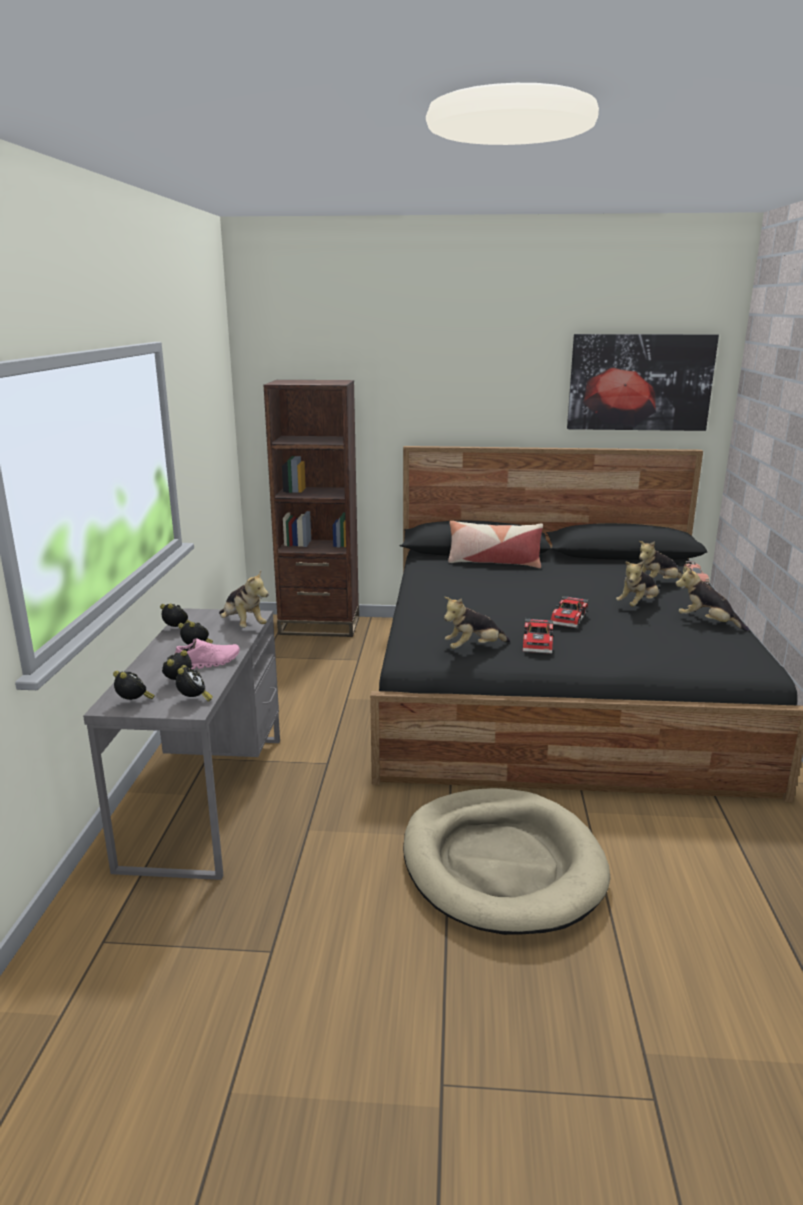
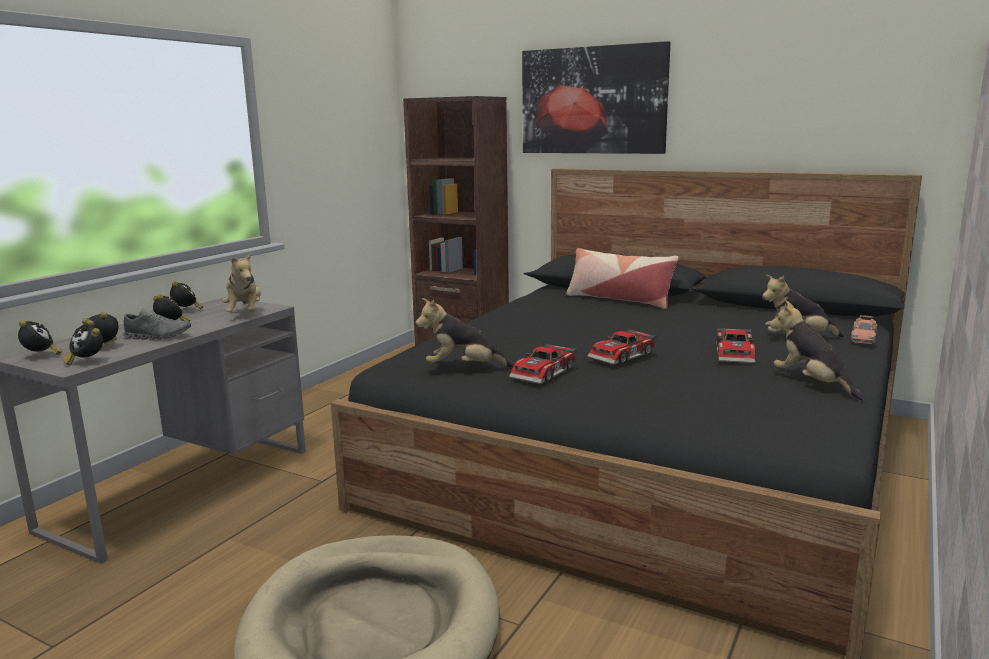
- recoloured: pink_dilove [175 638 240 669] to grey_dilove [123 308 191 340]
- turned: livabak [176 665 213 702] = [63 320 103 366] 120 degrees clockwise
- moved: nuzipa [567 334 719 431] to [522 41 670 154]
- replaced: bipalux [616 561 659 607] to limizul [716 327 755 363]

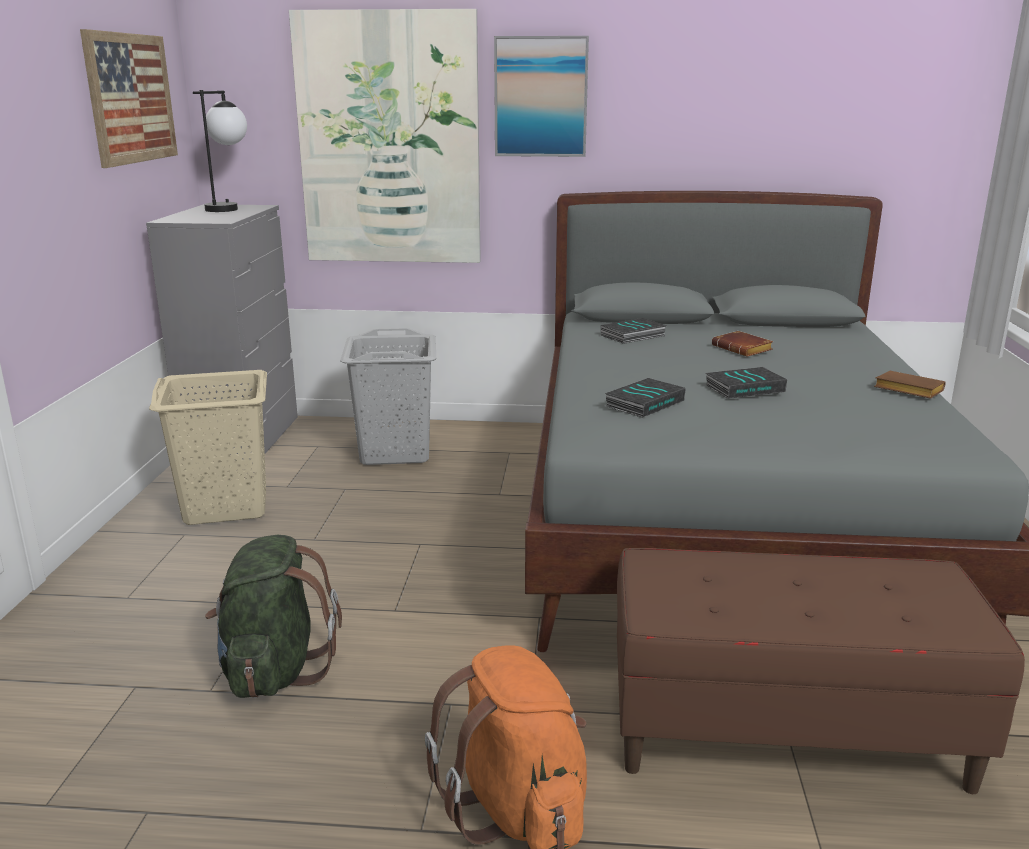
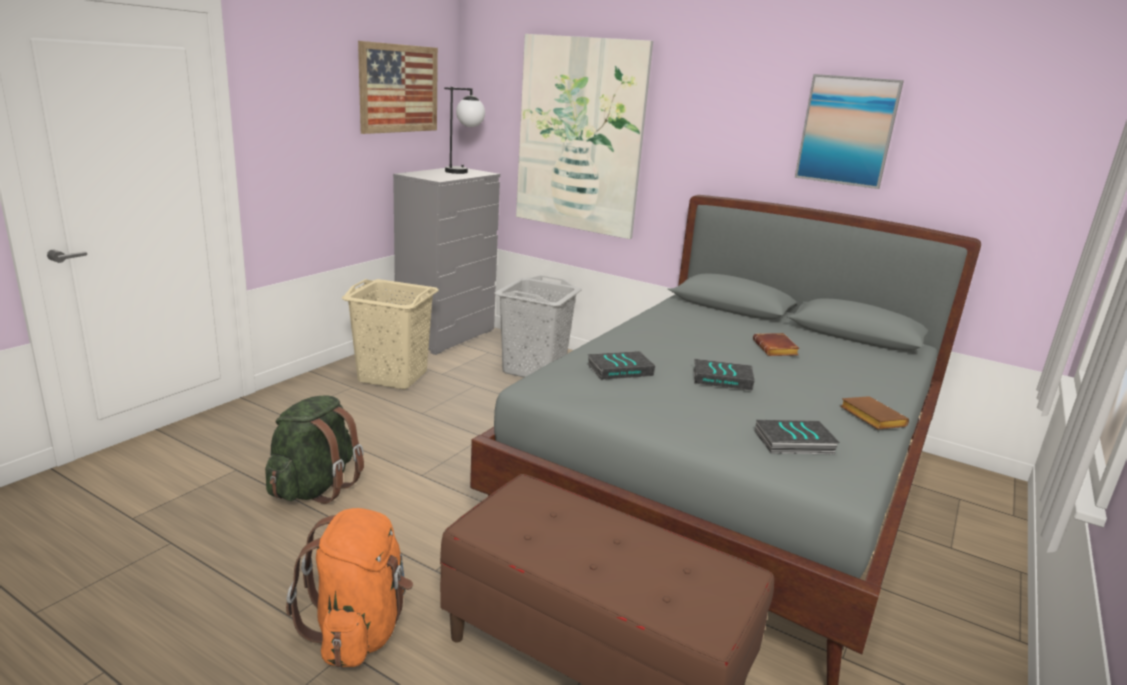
- moved: nuzipa [494 36 589 157] to [795 74 904 189]
- moved: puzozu [601 318 667 344] to [755 420 840 454]

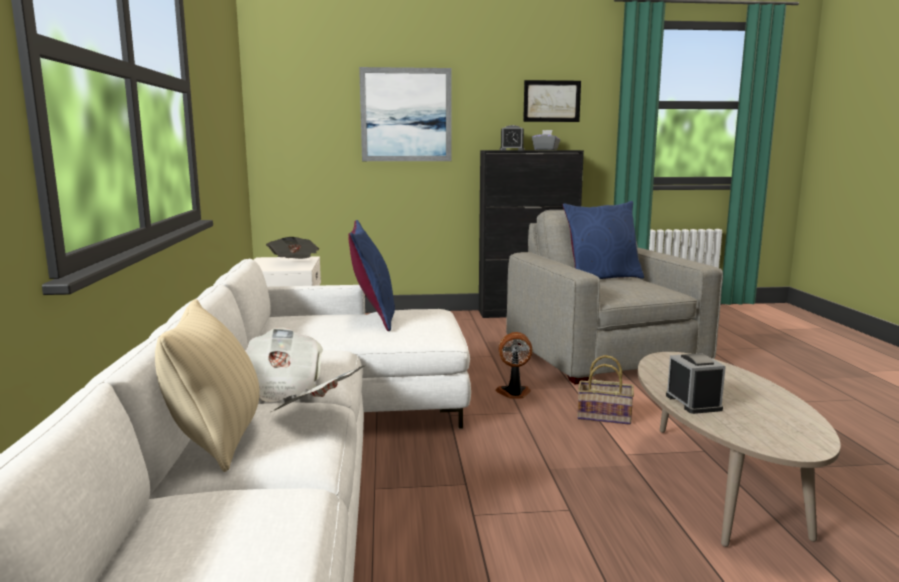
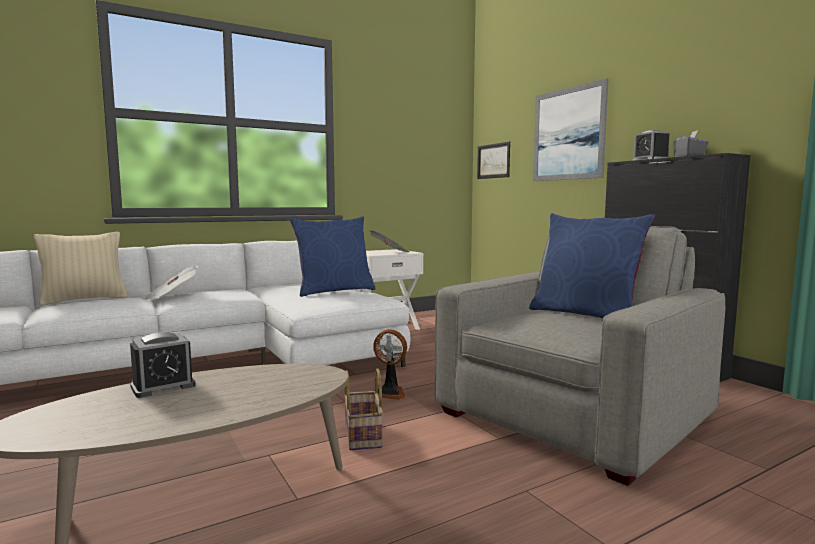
- removed: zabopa [271 366 365 412]
- turned: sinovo [495 332 533 398] = [373 329 407 400] 135 degrees clockwise
- moved: nuzipa [523 80 581 122] to [477 142 510 179]

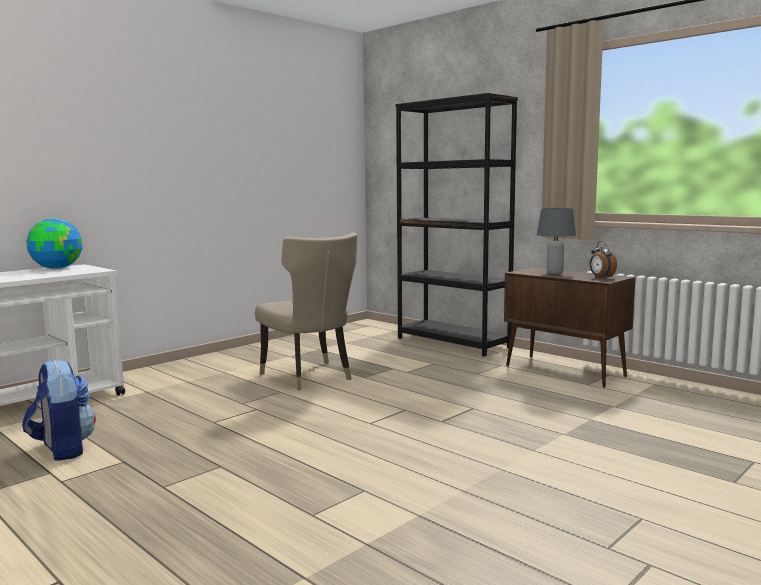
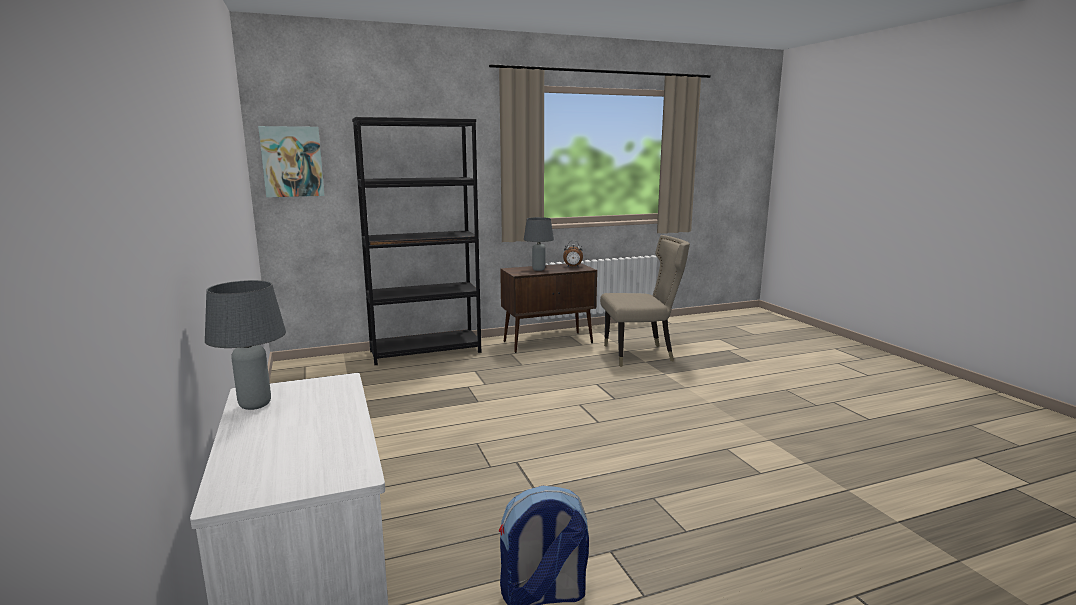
- replaced: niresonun [26 219 83 269] to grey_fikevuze [205 280 286 410]
- moved: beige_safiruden [255 233 357 390] to [600 235 690 367]
- added: nuzipa [258 126 324 197]

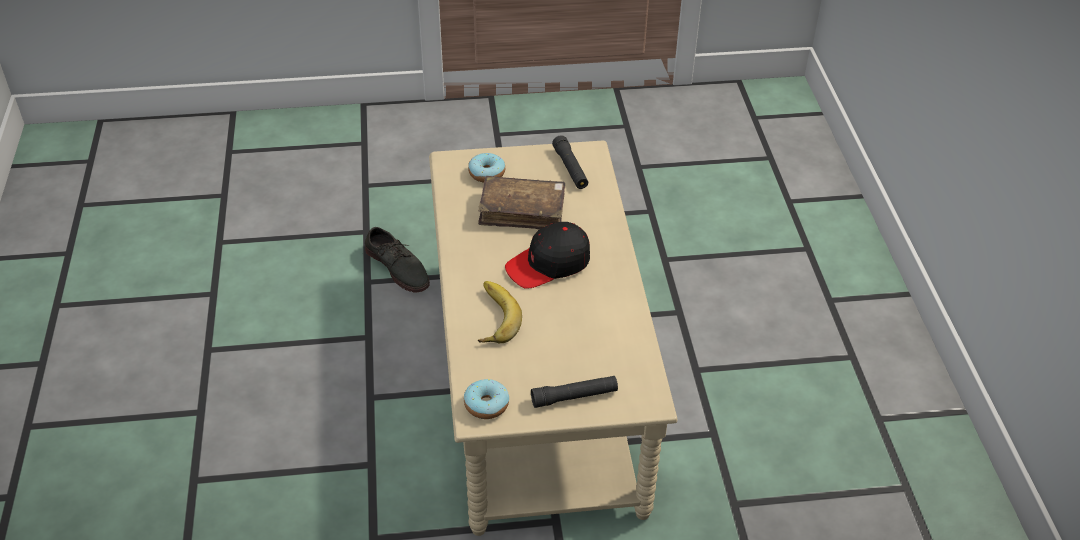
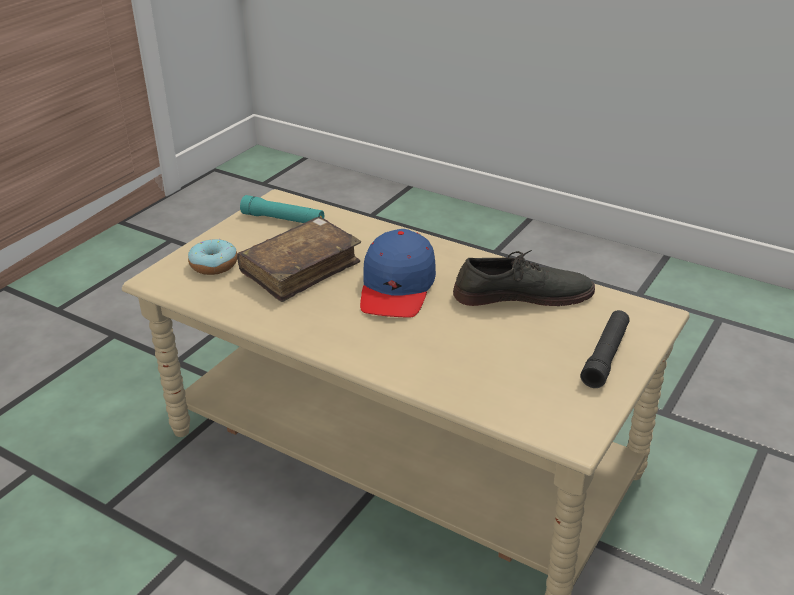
- moved: grey_dilove [365 227 430 293] to [453 250 595 306]
- removed: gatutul [464 379 509 419]
- removed: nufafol [478 281 522 343]
- recoloured: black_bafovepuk [505 222 590 289] to blue_bafovepuk [360 229 436 318]
- recoloured: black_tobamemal [552 135 588 189] to turquoise_tobamemal [240 195 324 223]

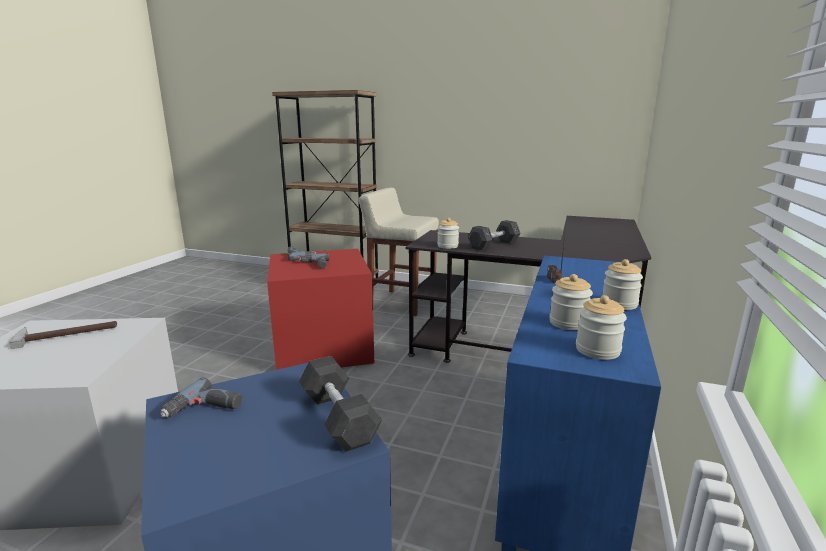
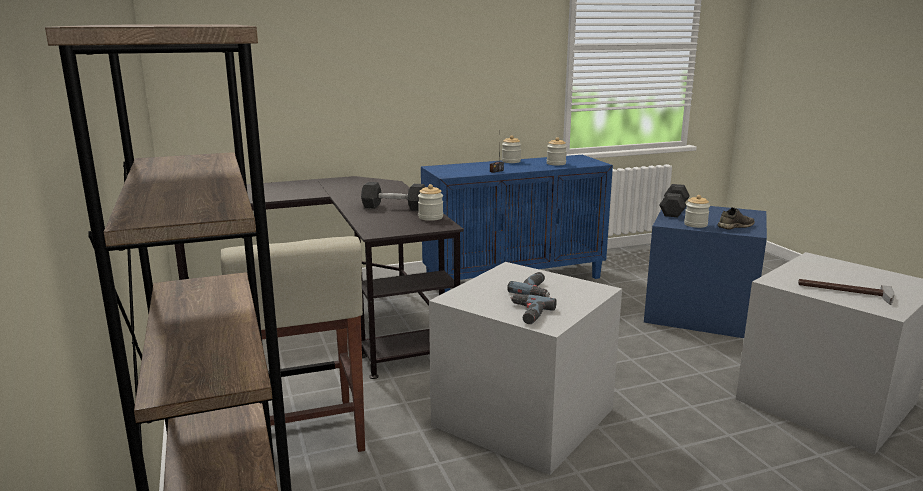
- replaced: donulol [160 377 242 418] to grey_dilove [718 207 755 230]
- recoloured: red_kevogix [267 249 374 370] to grey_kevogix [429 262 622 475]
- moved: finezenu [576 295 627 360] to [684 195 710 228]

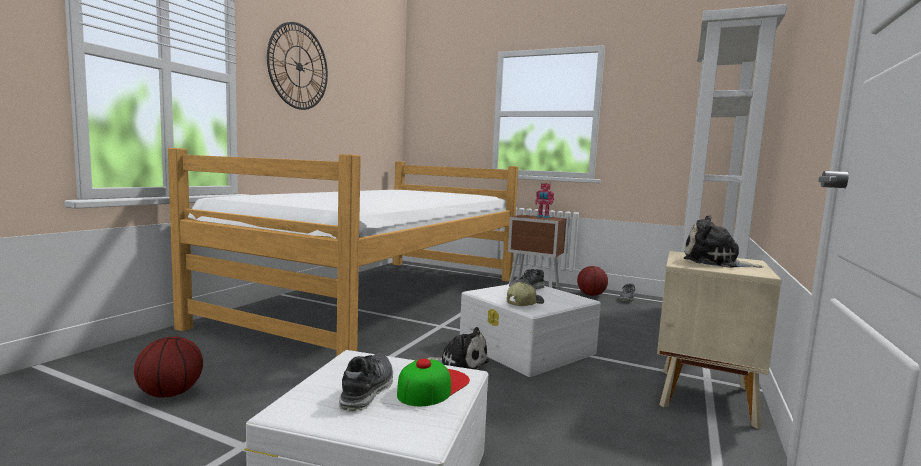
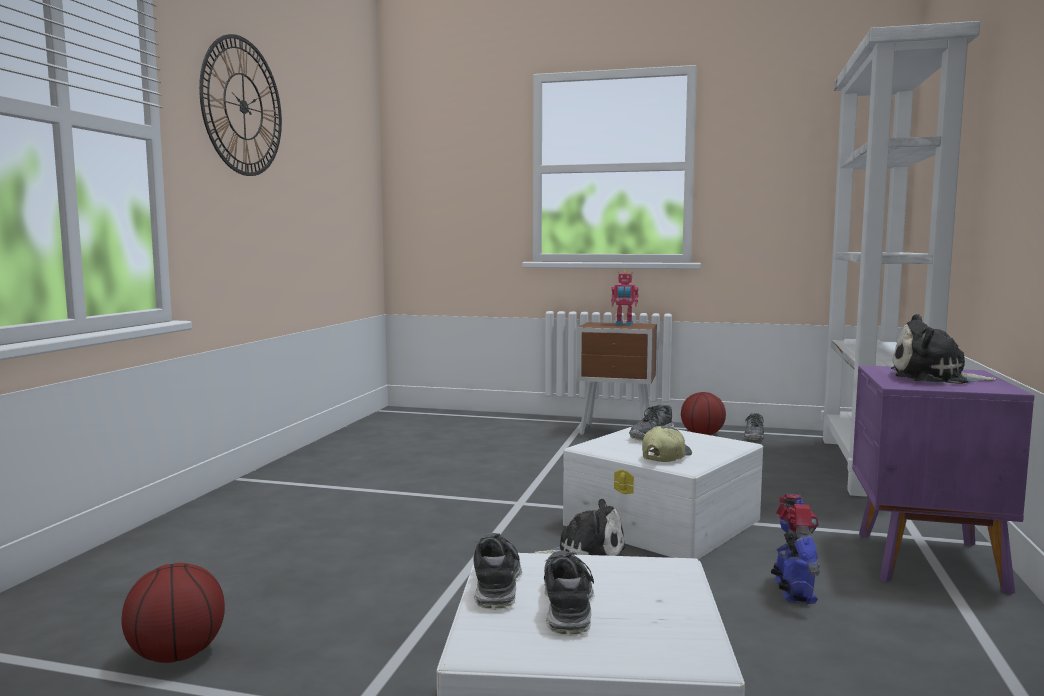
- removed: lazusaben [168 148 518 356]
- removed: bafovepuk [397 358 470 406]
- recoloured: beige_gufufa [657 251 782 429] to purple_gufufa [852 366 1034 595]
- added: dilove [474 533 522 610]
- added: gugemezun [771 494 820 604]

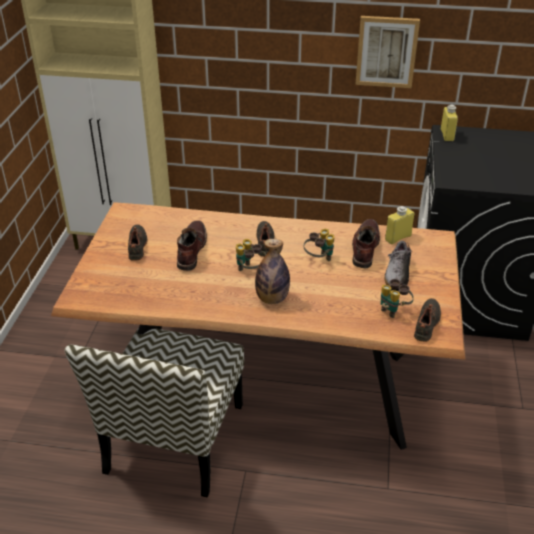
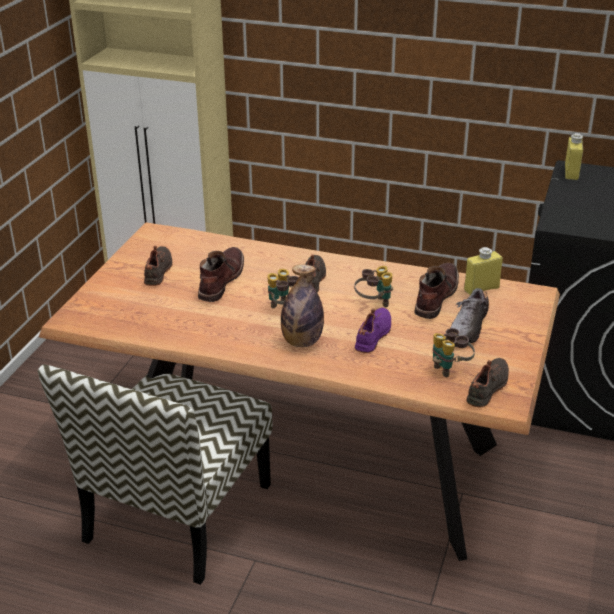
- removed: nuzipa [355 16 420 88]
- added: purple_dilove [355 308 391 353]

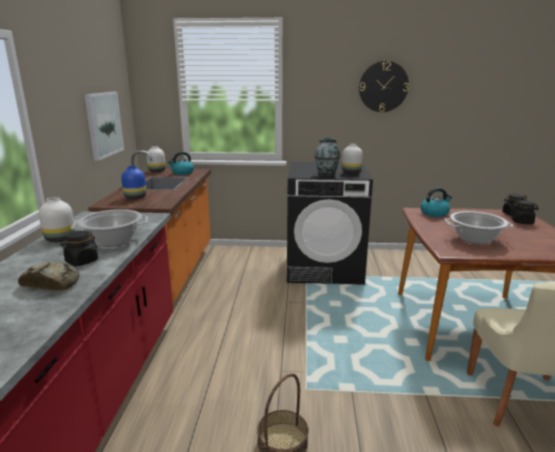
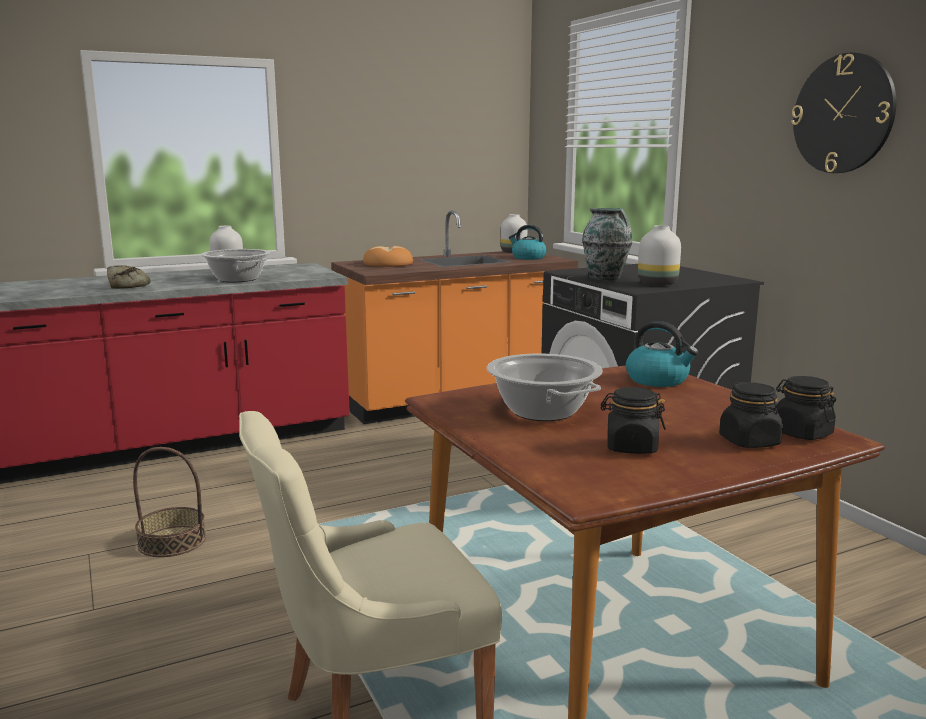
- moved: black_finezenu [60 230 98 266] to [601 387 666 454]
- removed: nuzipa [84 92 124 161]
- replaced: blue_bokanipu [121 166 146 199] to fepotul [363 246 413 267]

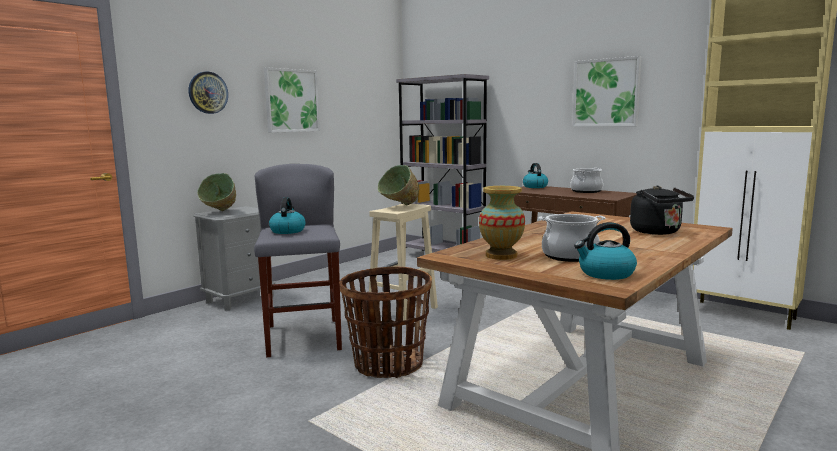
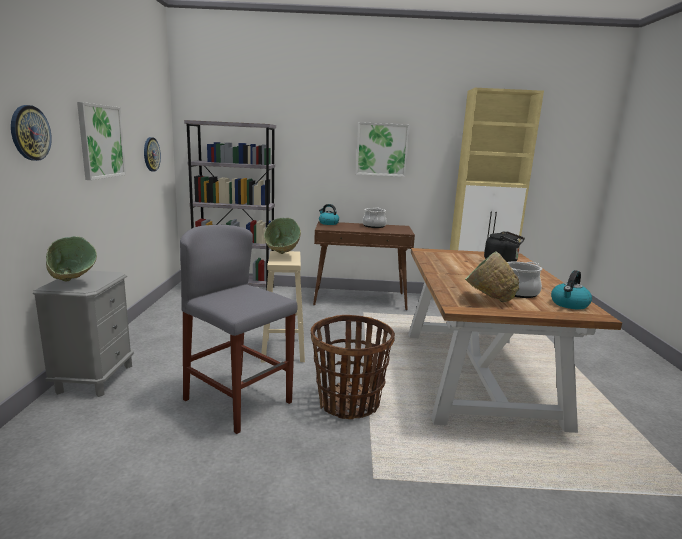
- removed: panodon [269 197 306 234]
- replaced: bokanipu [479 186 525 260] to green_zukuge [465 251 519 302]
- added: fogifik [144 137 161 171]

